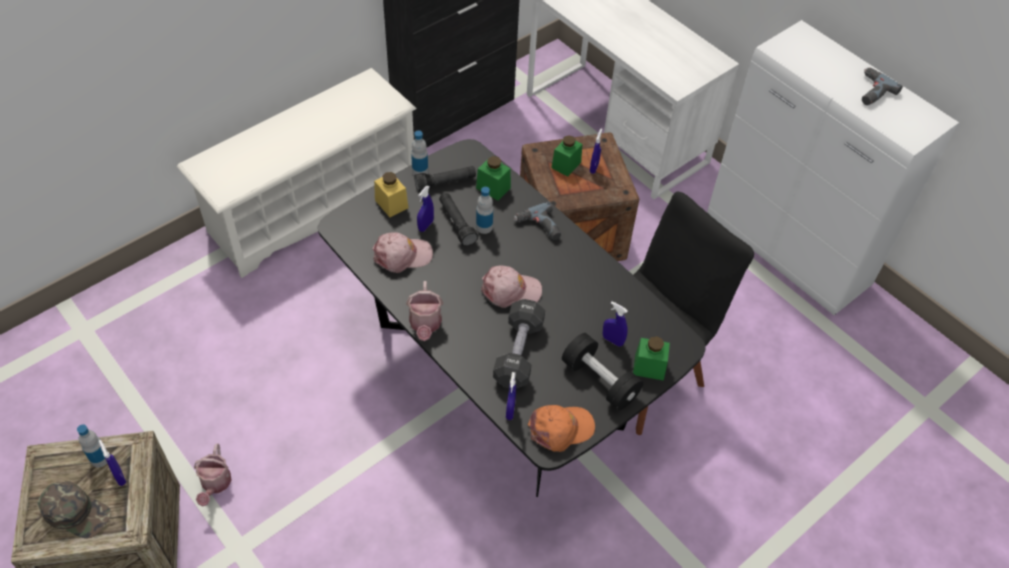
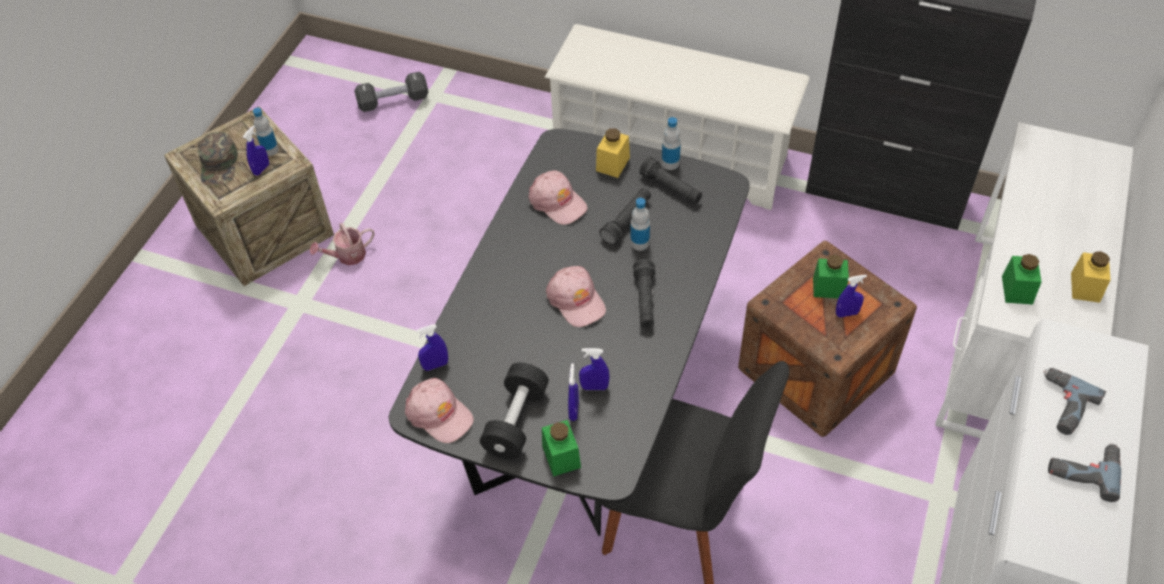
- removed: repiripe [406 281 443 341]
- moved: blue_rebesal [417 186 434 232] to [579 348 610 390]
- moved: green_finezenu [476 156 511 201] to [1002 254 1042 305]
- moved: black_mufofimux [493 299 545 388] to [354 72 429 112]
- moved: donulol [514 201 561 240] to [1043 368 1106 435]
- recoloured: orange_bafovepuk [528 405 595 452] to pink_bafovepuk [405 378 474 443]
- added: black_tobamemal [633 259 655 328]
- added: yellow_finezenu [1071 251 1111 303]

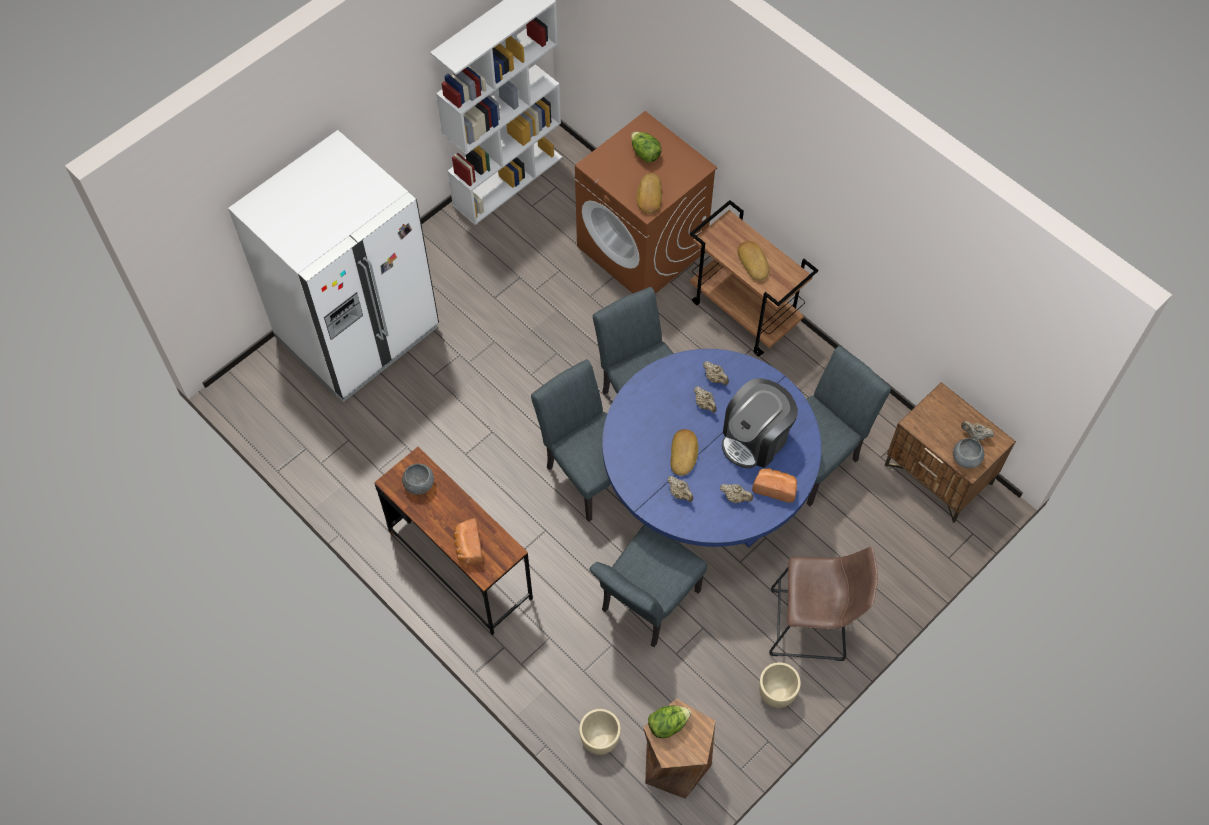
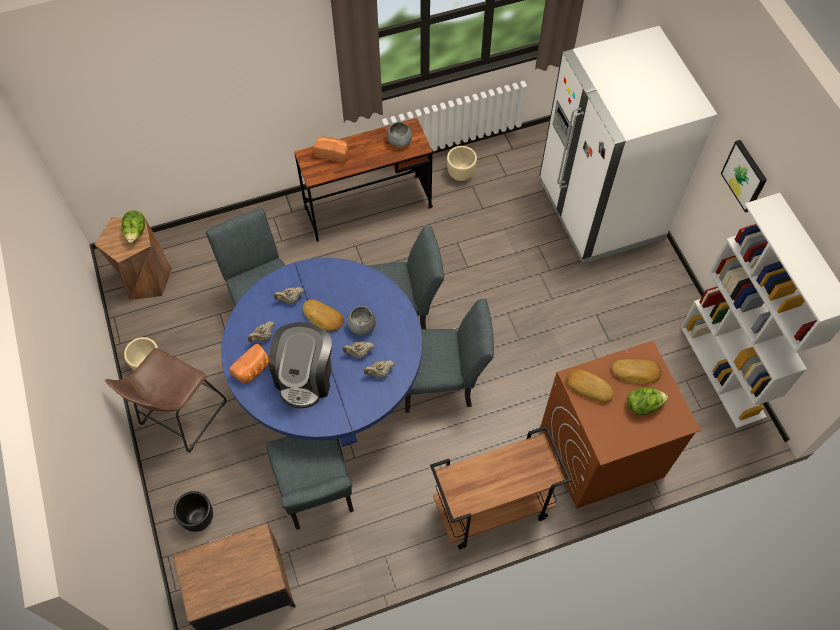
- moved: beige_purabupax [579 709 621 755] to [447 146 477 181]
- turned: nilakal [722 378 798 468] = [269 322 332 408] 150 degrees counterclockwise
- moved: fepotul [738 241 769 281] to [611 359 662 384]
- moved: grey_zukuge [953 438 984 469] to [347 306 376 335]
- removed: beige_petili [961 421 994 441]
- added: black_purabupax [174 491 213 532]
- added: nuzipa [721 140 767 213]

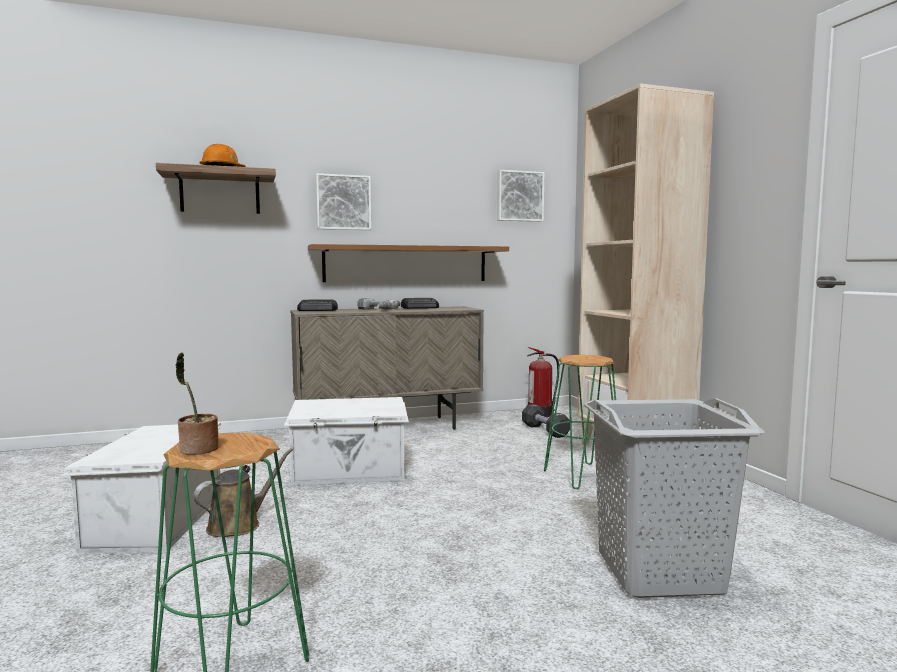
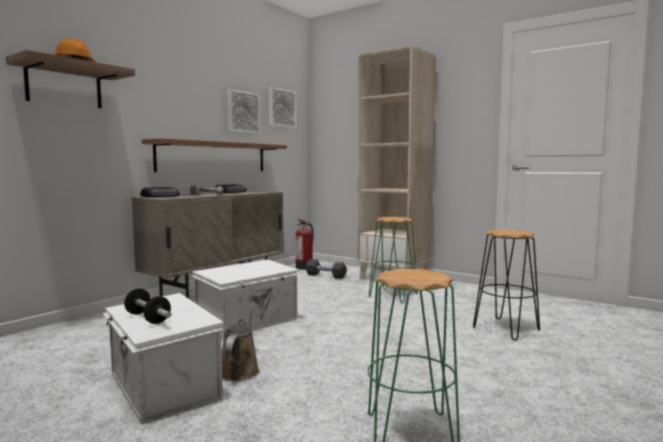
- removed: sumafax [175 352 219 455]
- moved: nuzipa [316 173 371 230] to [227 89 260 133]
- replaced: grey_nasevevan [584 398 764 598] to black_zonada [473 229 540 340]
- added: mufofimux [124 288 171 324]

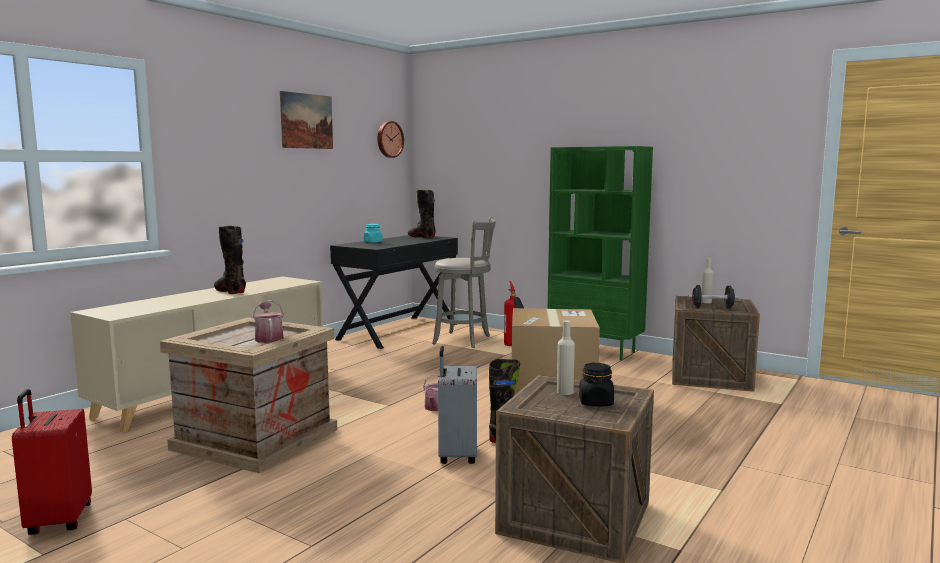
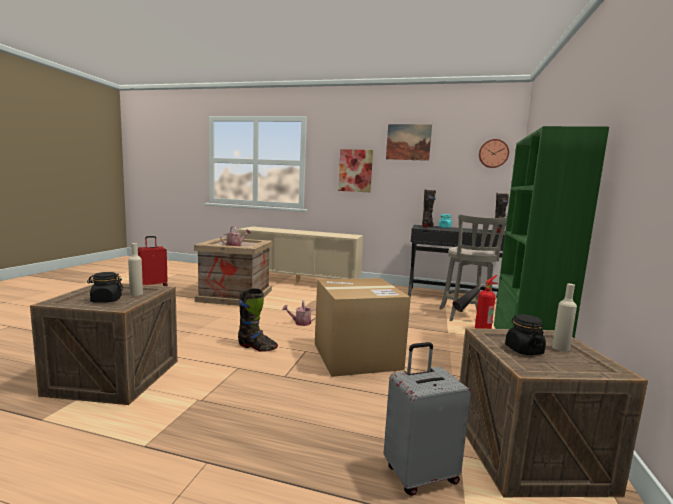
- moved: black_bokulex [214 226 246 294] to [422 189 436 228]
- moved: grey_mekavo [438 346 477 464] to [383 342 471 496]
- replaced: black_mufofimux [688 285 739 309] to black_finezenu [505 314 546 355]
- added: nuzipa [338 149 373 192]

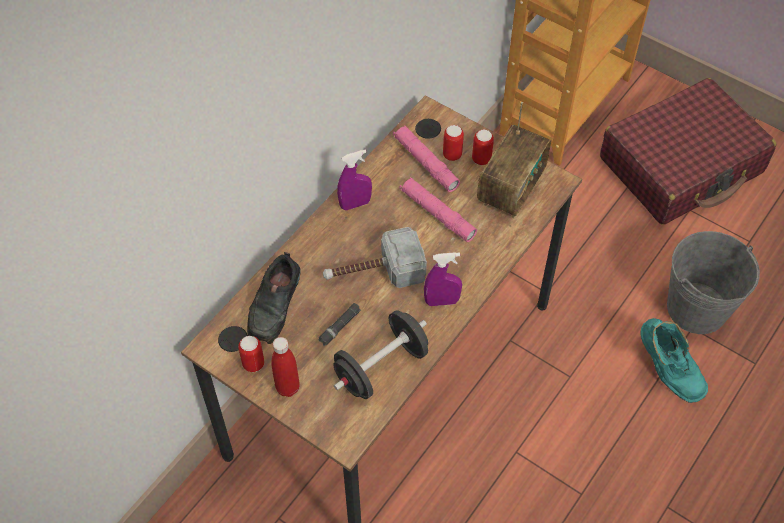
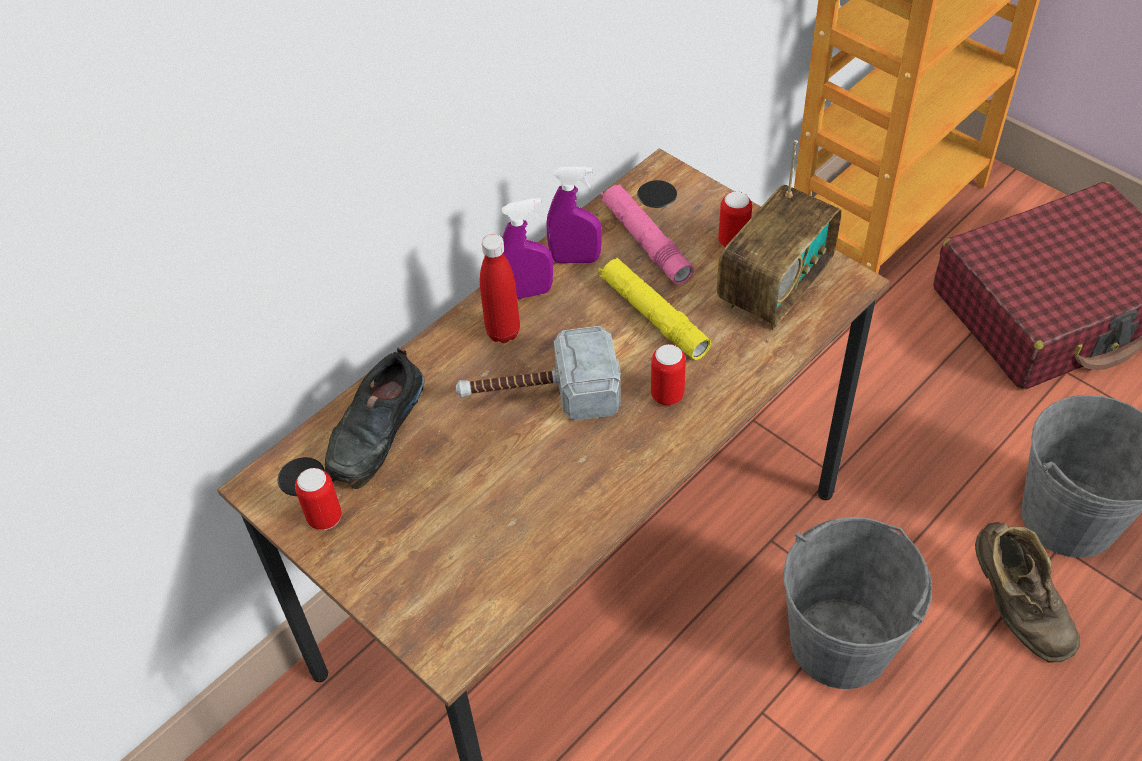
- moved: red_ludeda [271 337 300 397] to [480 234 520 343]
- removed: black_tobamemal [318 303 361 346]
- removed: black_mufofimux [333 310 428 399]
- recoloured: pink_tobamemal [399 177 477 242] to yellow_tobamemal [598 257 711 360]
- moved: purple_rebesal [424 252 462 306] to [547 166 602 263]
- moved: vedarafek [443 125 464 161] to [651 344 686 405]
- recoloured: turquoise_bokulex [640 318 708 403] to brown_bokulex [975 522 1080 663]
- added: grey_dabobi [783 517 932 689]

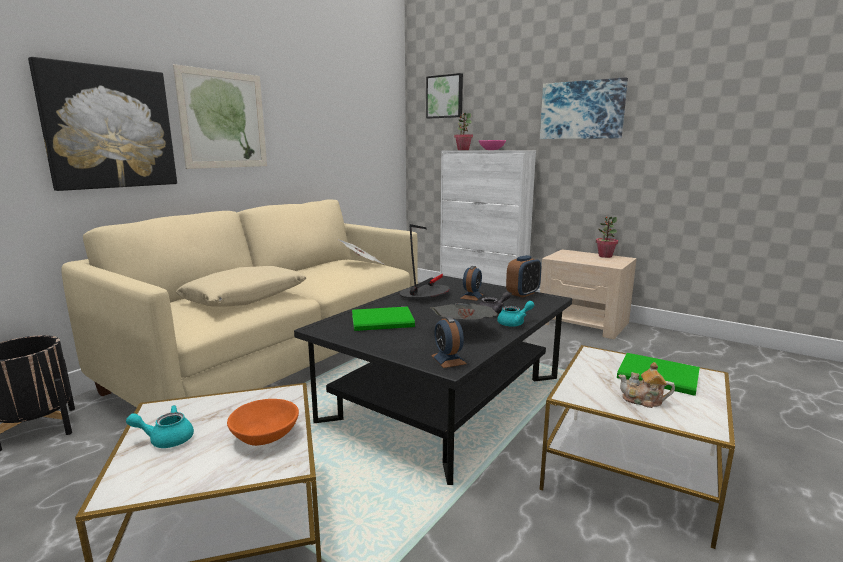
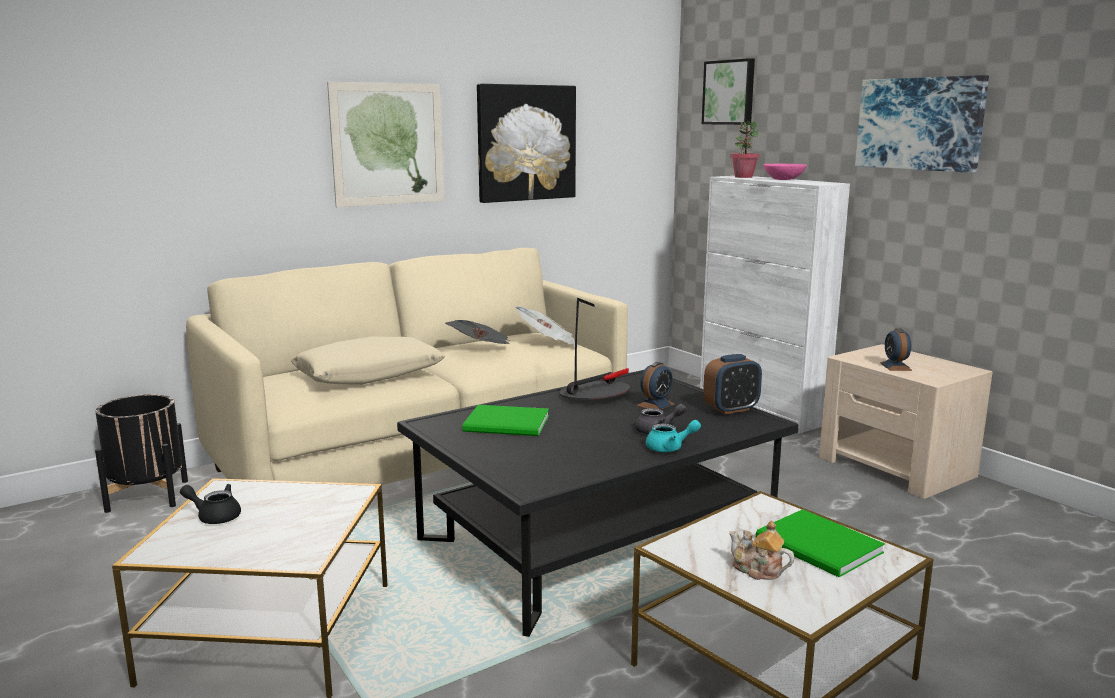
- moved: nuzipa [28 57 177 191] to [477 84 576 203]
- recoloured: turquoise_petili [126 405 194 448] to black_petili [180 484 241 524]
- removed: orange_zukuge [227 399 299 446]
- moved: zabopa [430 303 499 320] to [445 320 510 344]
- moved: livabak [431 316 467 368] to [880 328 912 371]
- removed: sumafax [596 217 618 258]

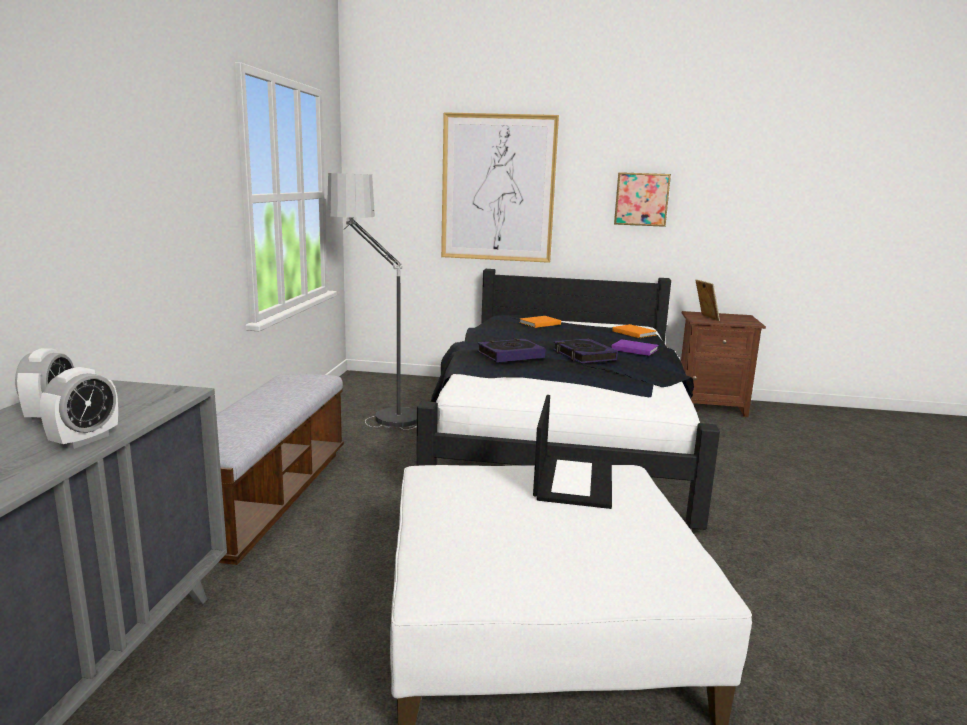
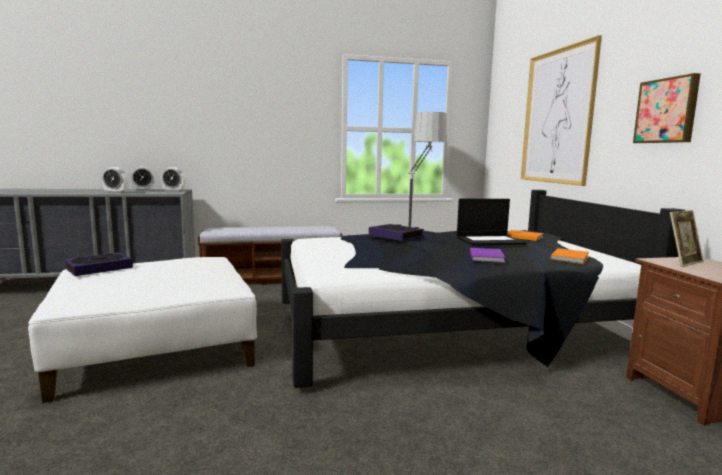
- moved: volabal [533 395 612 509] to [457 199 527 246]
- moved: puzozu [553 338 618 364] to [64 252 133 276]
- added: livabak [161 167 185 192]

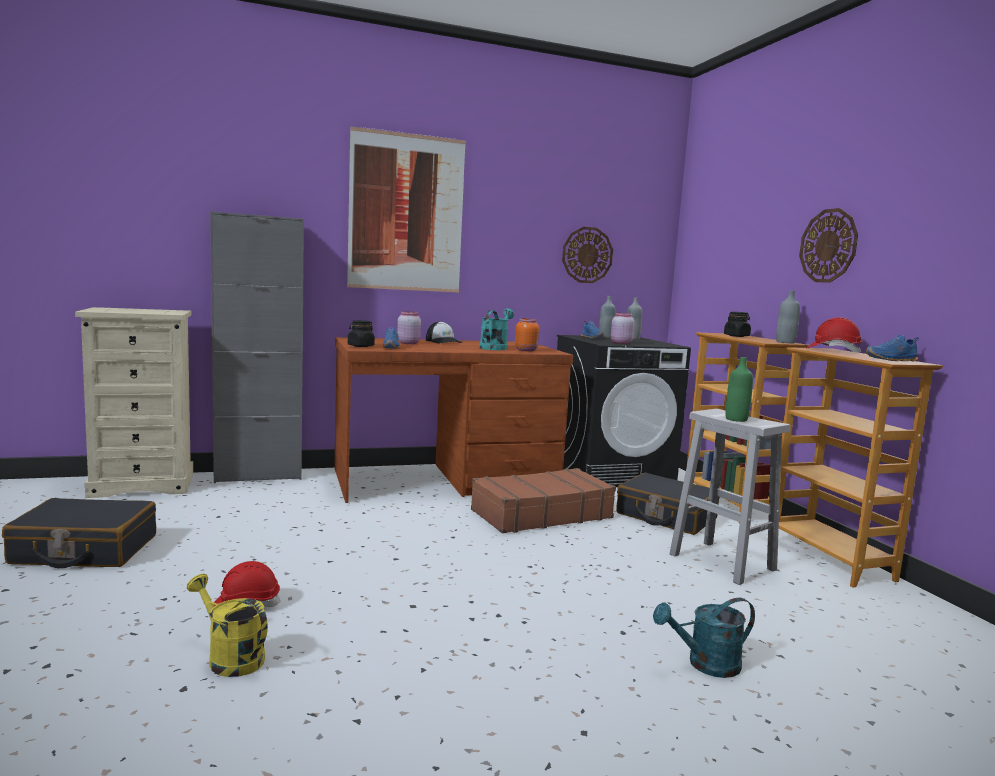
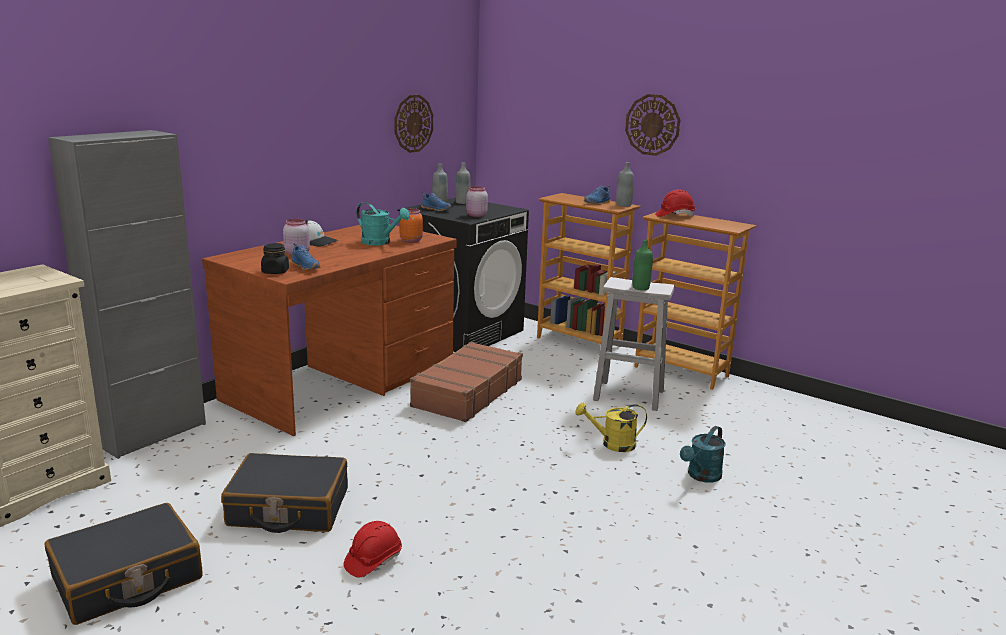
- moved: yellow_repiripe [187 574 268 677] to [575 403 647 452]
- removed: nuzipa [347 127 466 293]
- turned: turquoise_repiripe [479 308 514 350] = [357 202 410 245] 135 degrees clockwise
- moved: black_mekavo [616 473 720 535] to [221 453 348 533]
- removed: black_finezenu [724 312 751 337]
- moved: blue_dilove [866 335 919 361] to [584 185 611 205]

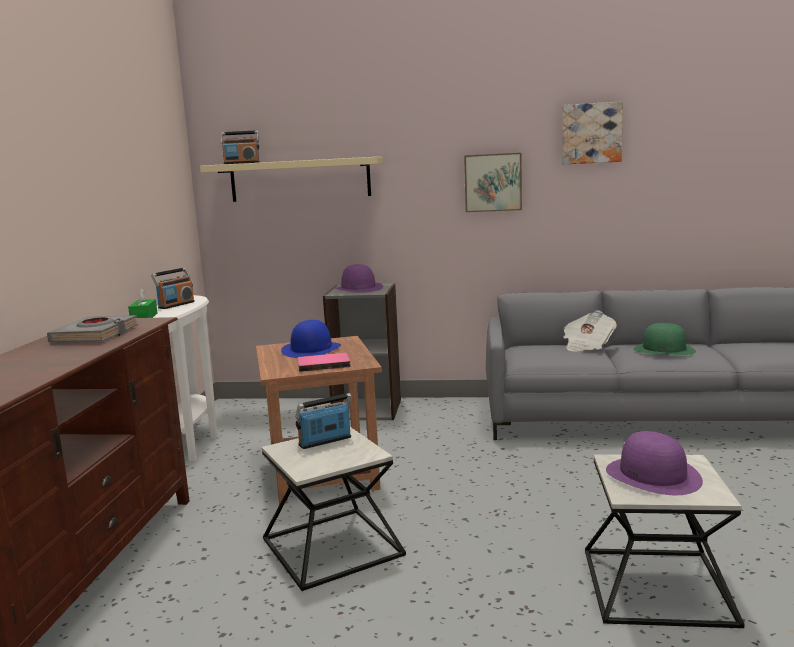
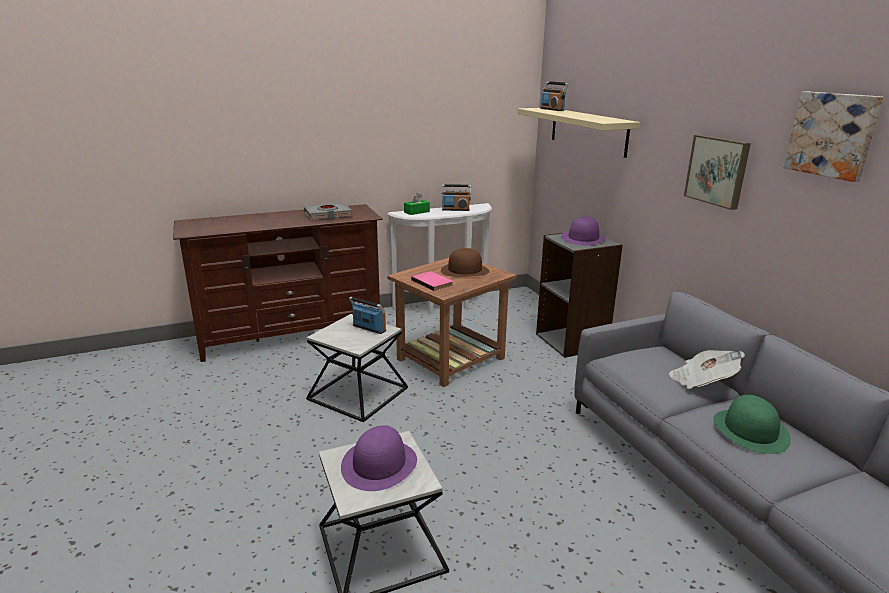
- recoloured: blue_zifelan [281 320 341 358] to brown_zifelan [441 248 489 277]

